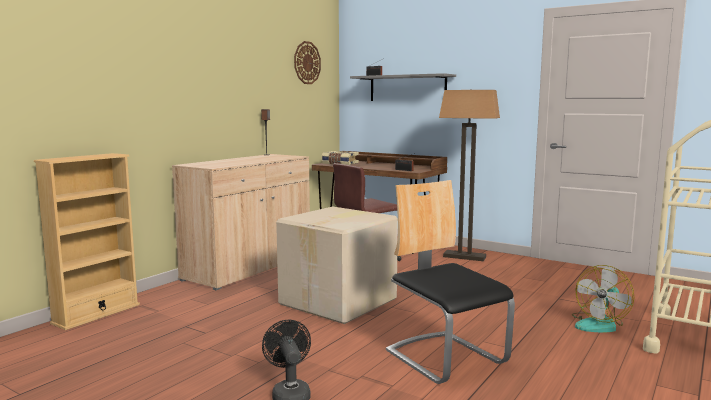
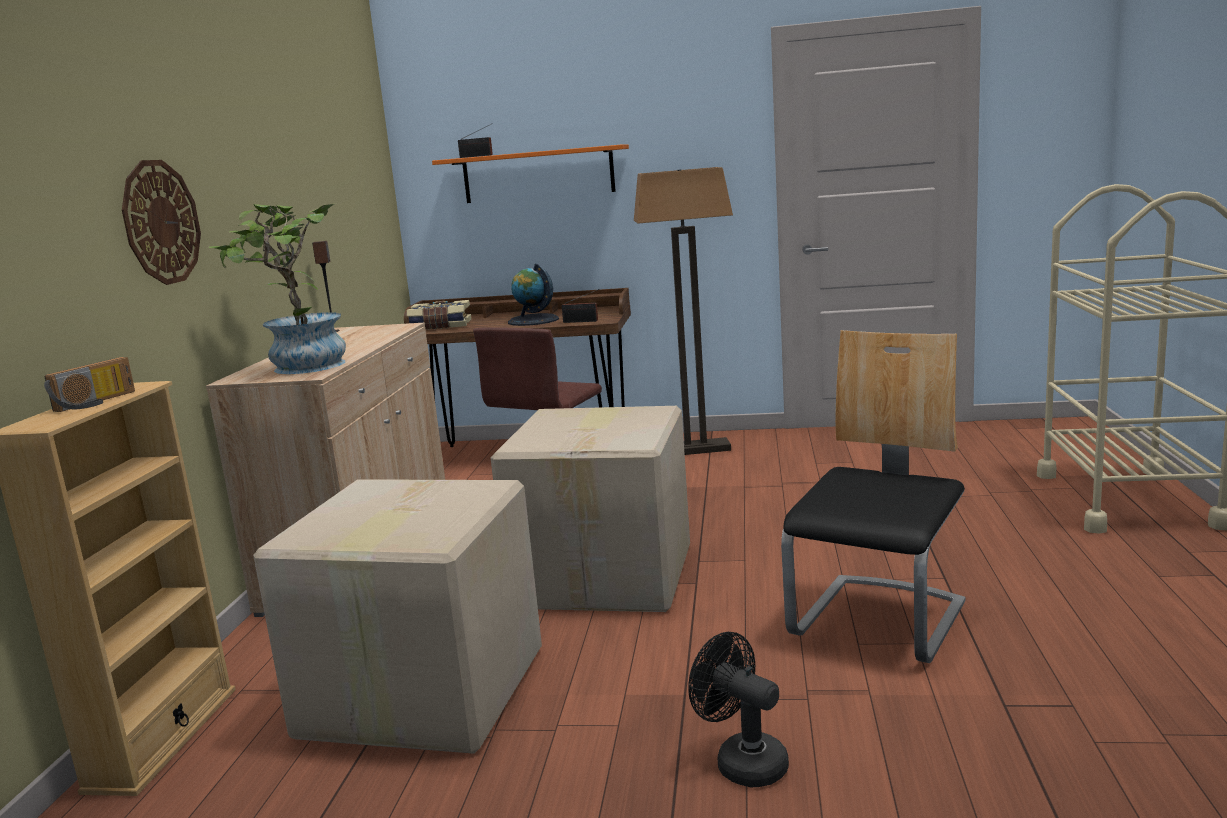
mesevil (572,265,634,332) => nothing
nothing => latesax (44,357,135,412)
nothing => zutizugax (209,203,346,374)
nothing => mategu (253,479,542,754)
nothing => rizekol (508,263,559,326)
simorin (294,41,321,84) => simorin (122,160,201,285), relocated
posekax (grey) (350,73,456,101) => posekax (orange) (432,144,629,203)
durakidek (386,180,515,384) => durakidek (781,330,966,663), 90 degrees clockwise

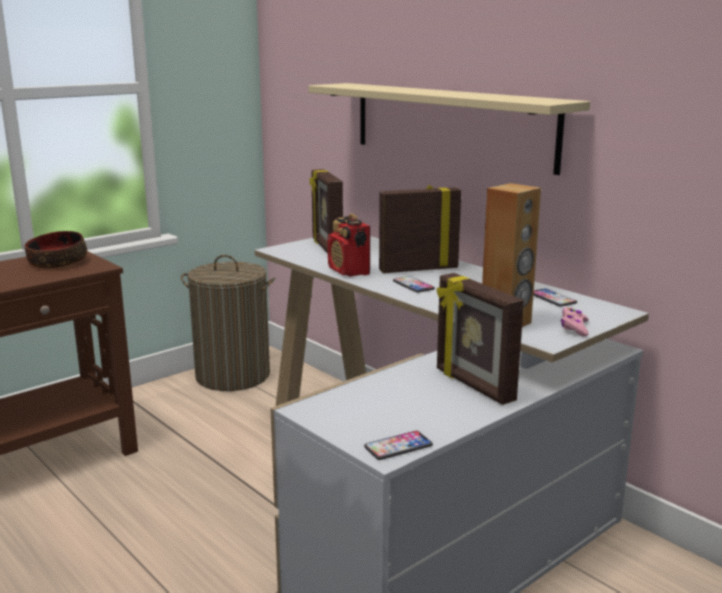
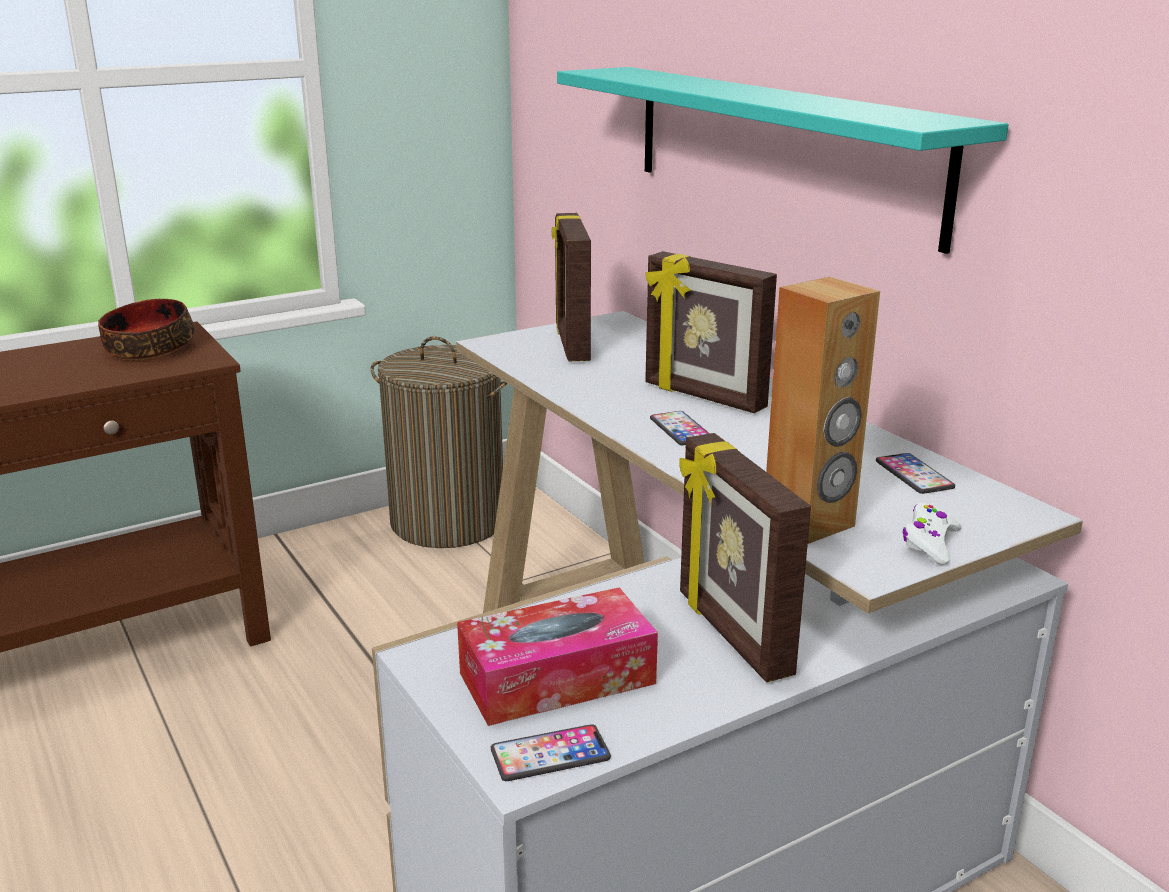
latesax (328,213,370,277) => nothing
nothing => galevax (457,588,658,726)
posekax (beige) (308,83,590,175) => posekax (turquoise) (557,67,1008,254)
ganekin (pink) (561,307,589,337) => ganekin (white) (903,503,962,565)
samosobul (379,185,461,273) => samosobul (645,251,777,413), 135 degrees counterclockwise

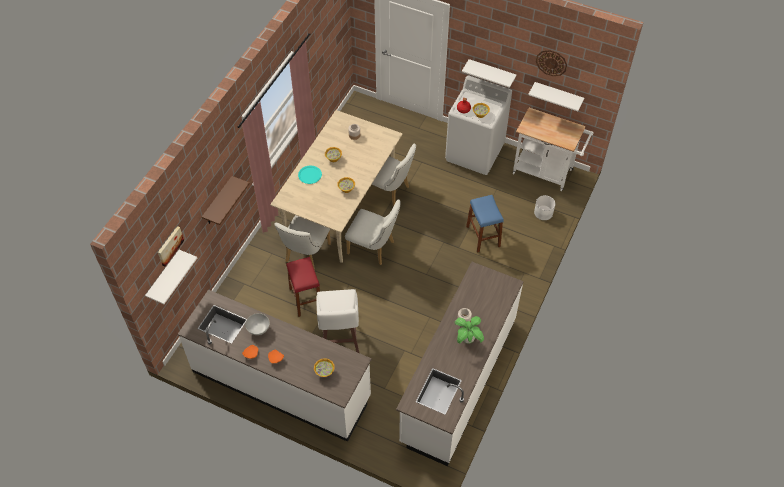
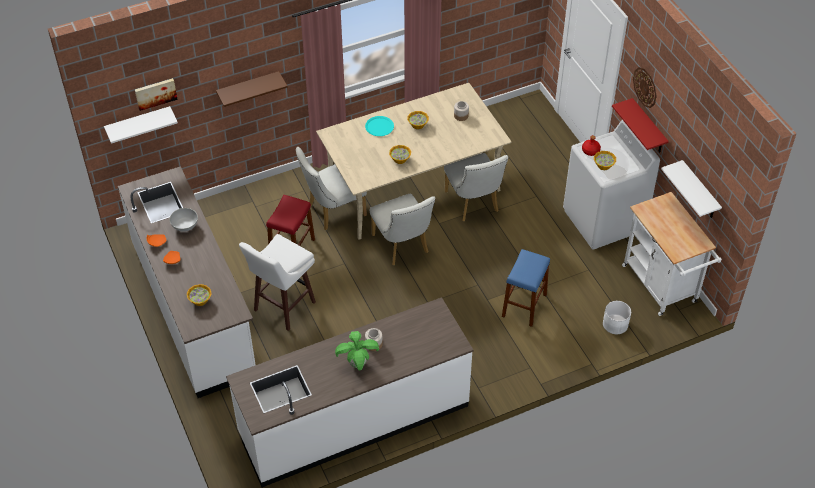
simorin (536,50,567,76) => simorin (633,67,657,108), relocated
posekax (white) (462,59,516,88) => posekax (red) (612,98,669,153)

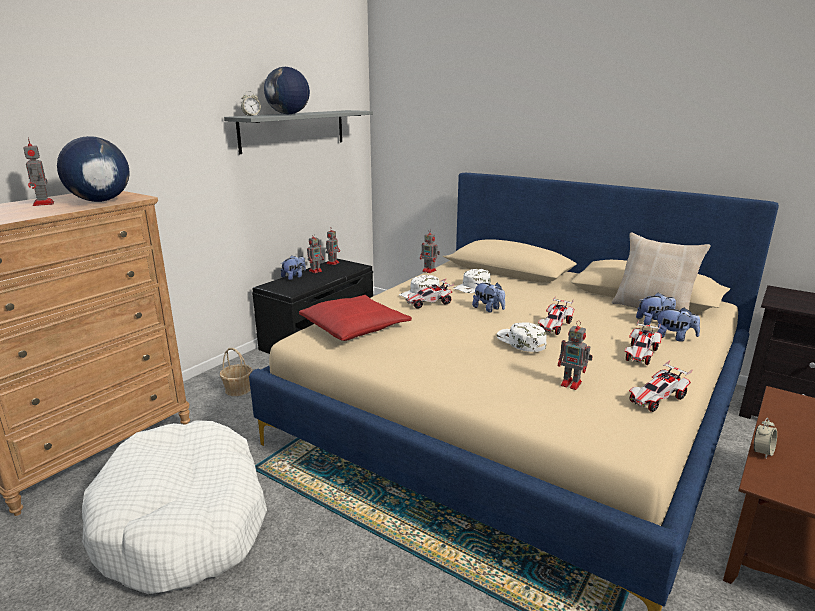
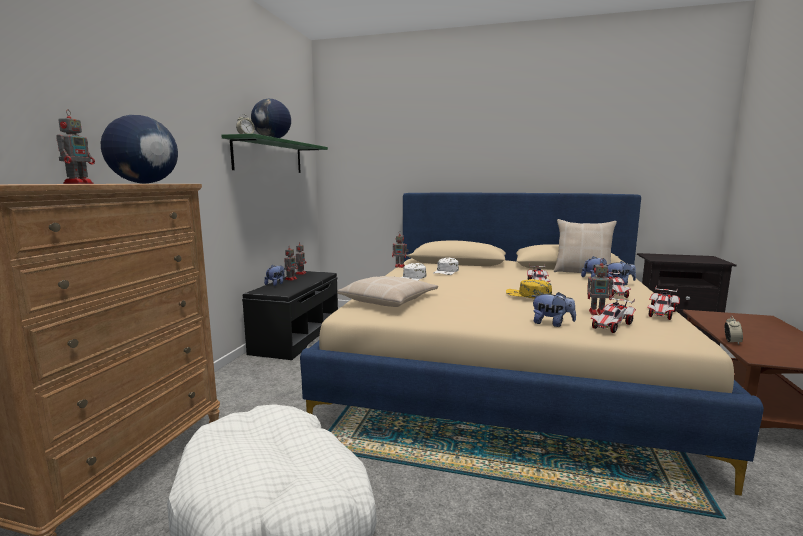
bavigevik (220,348,252,396) => nothing
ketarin (405,278,455,309) => ketarin (591,295,636,333), relocated
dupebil (472,283,505,312) => dupebil (532,292,576,327), relocated
posekax (grey) (224,110,373,154) => posekax (green) (221,134,328,173)
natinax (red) (299,295,412,341) => natinax (beige) (337,276,438,307)
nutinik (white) (497,322,547,352) => nutinik (yellow) (506,279,552,299)
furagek (23,138,54,206) => furagek (56,109,95,184), 120 degrees counterclockwise

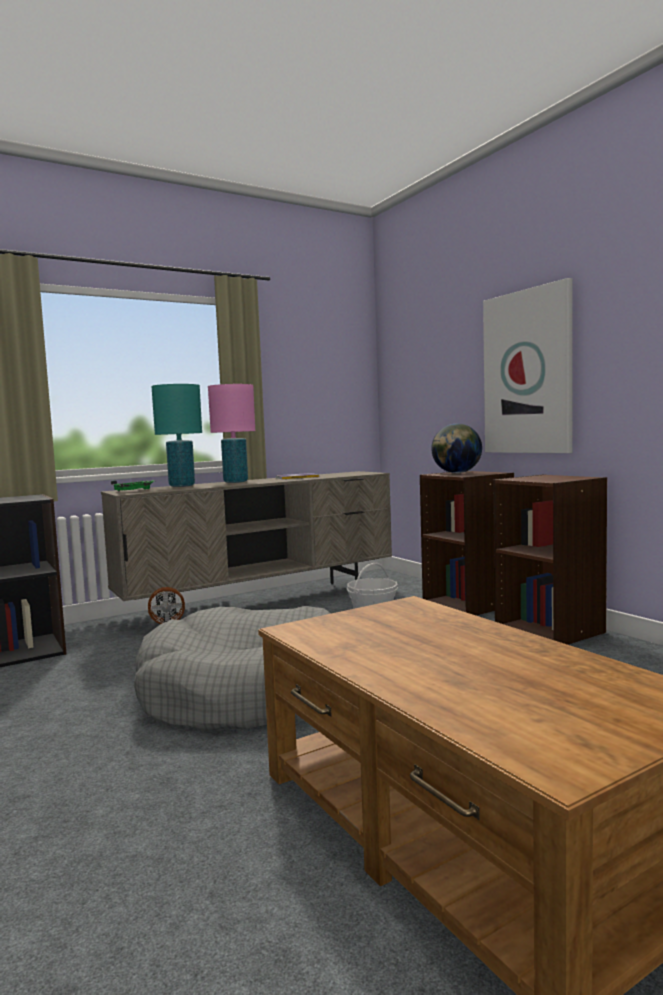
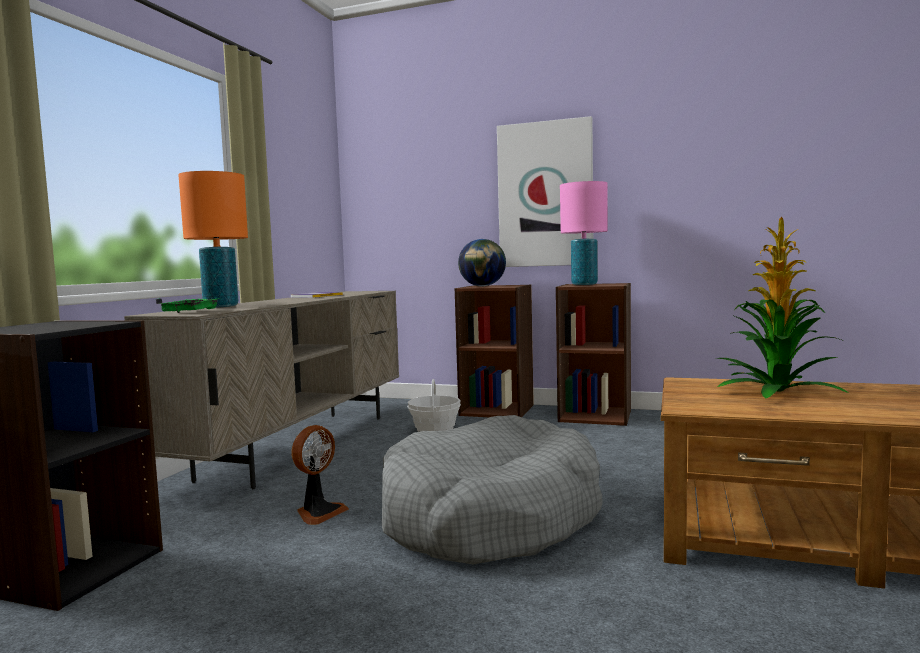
nothing => zutizugax (716,216,848,399)
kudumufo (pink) (208,384,255,483) => kudumufo (pink) (560,181,608,285), relocated
kudumufo (turquoise) (151,384,202,487) => kudumufo (orange) (178,171,248,307)

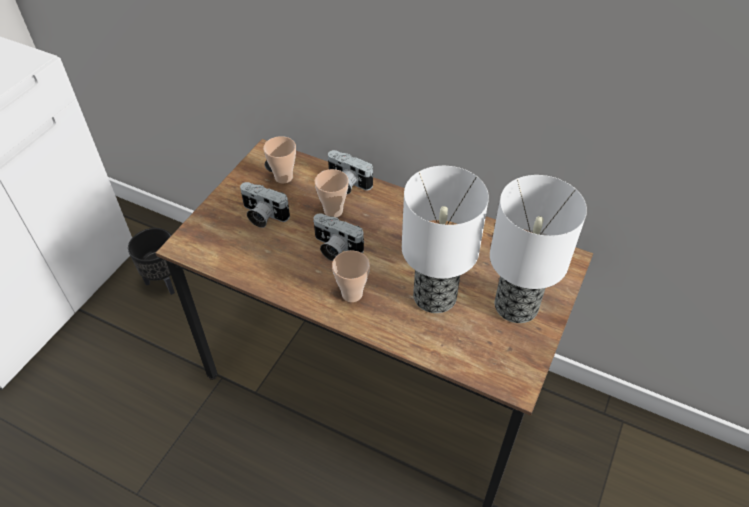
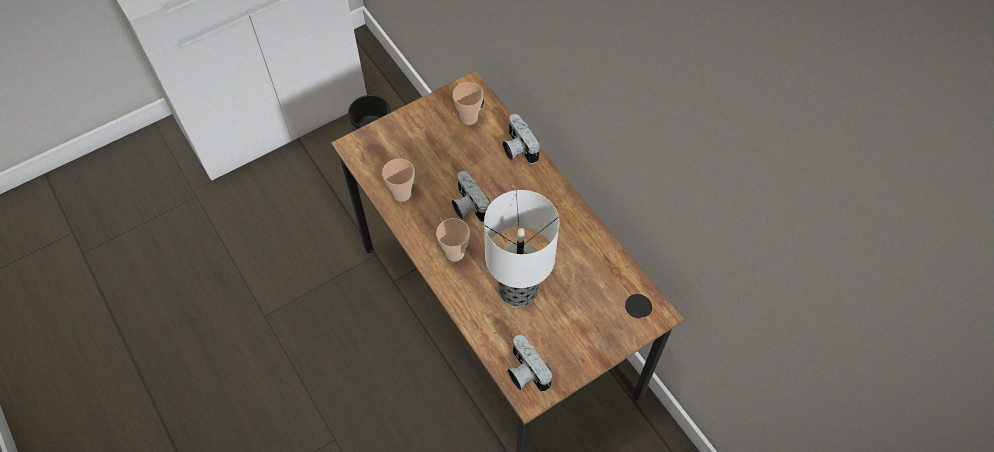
kudumufo (490,175,587,323) => nothing
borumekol (240,182,290,228) => borumekol (508,335,552,392), relocated
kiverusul (315,169,349,217) => kiverusul (382,158,415,202), relocated

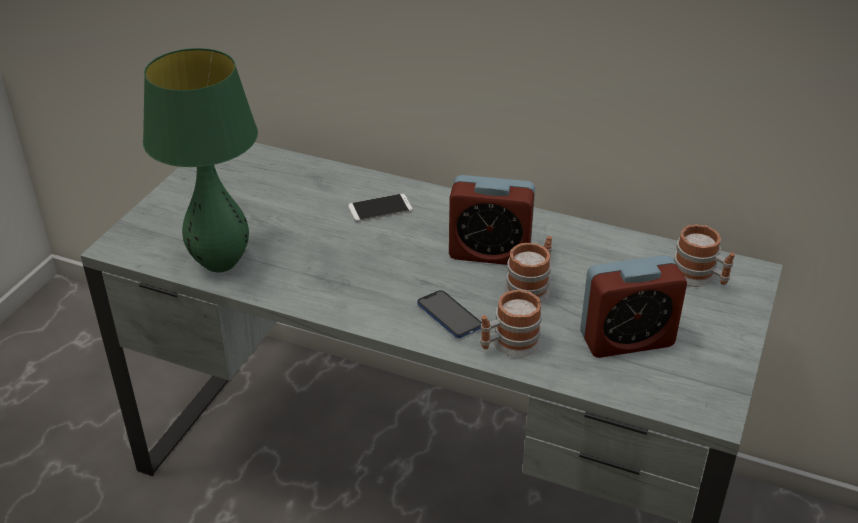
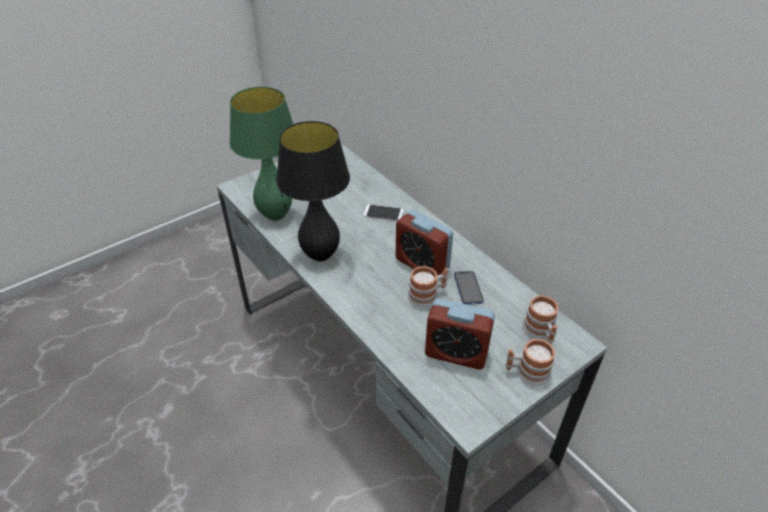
nothing => kudumufo (black) (276,121,350,262)
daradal (417,290,482,338) => daradal (454,271,484,304), relocated
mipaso (480,289,542,358) => mipaso (505,339,555,386), relocated

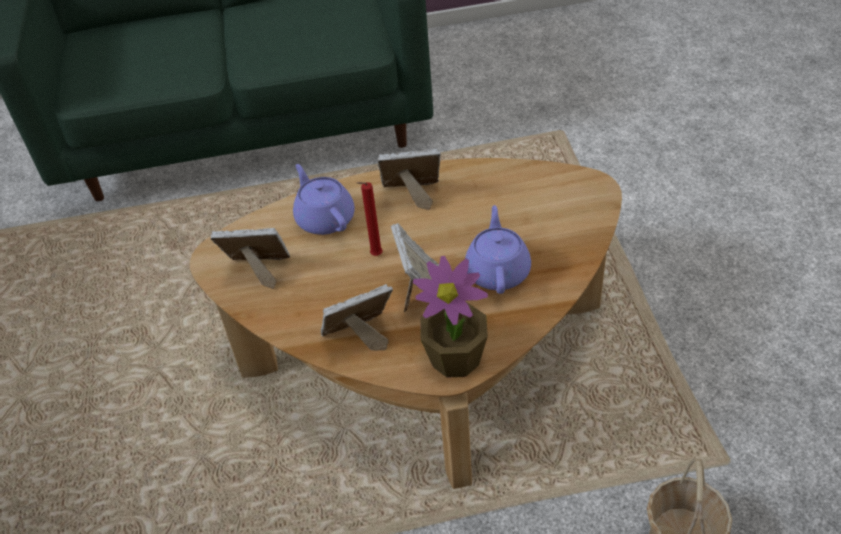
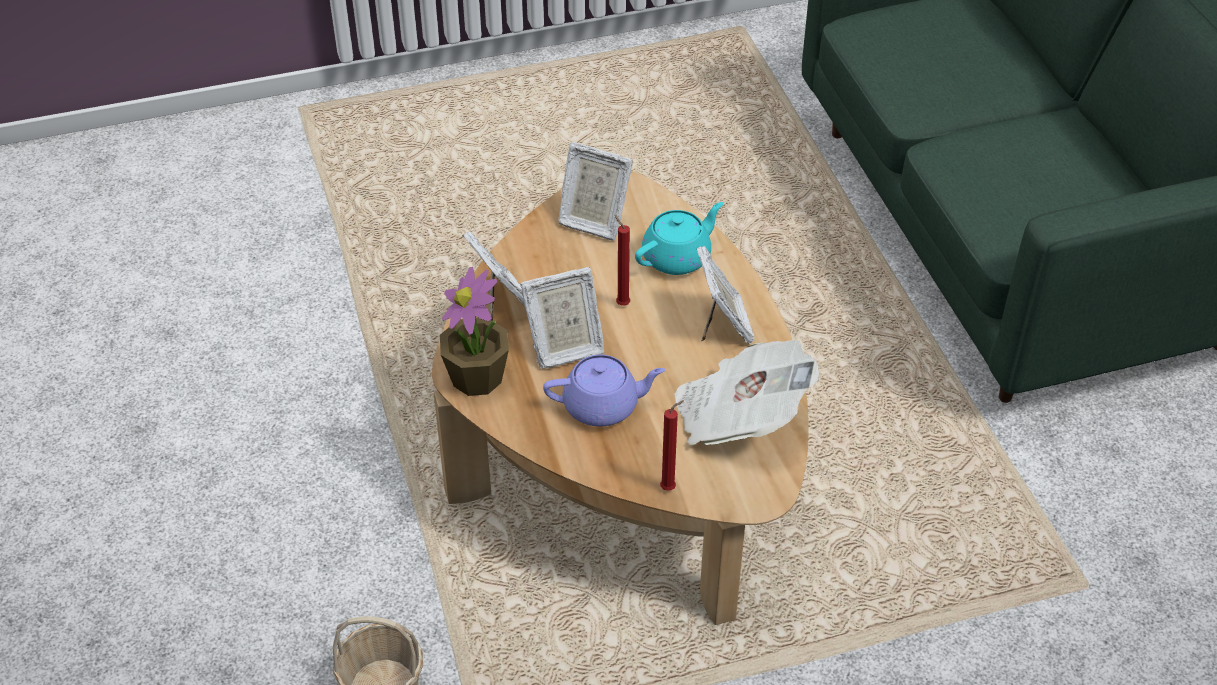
nothing => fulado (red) (660,400,684,491)
nothing => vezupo (674,340,819,445)
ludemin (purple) (293,164,355,235) => ludemin (turquoise) (635,202,723,275)
samosobul (210,228,290,289) => samosobul (558,142,633,240), 120 degrees clockwise

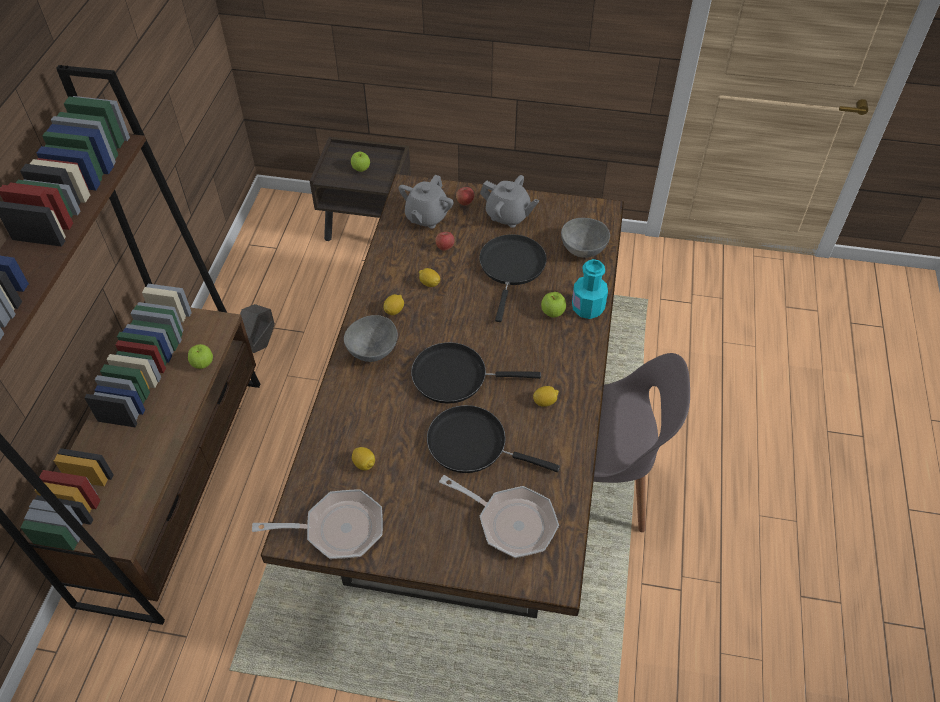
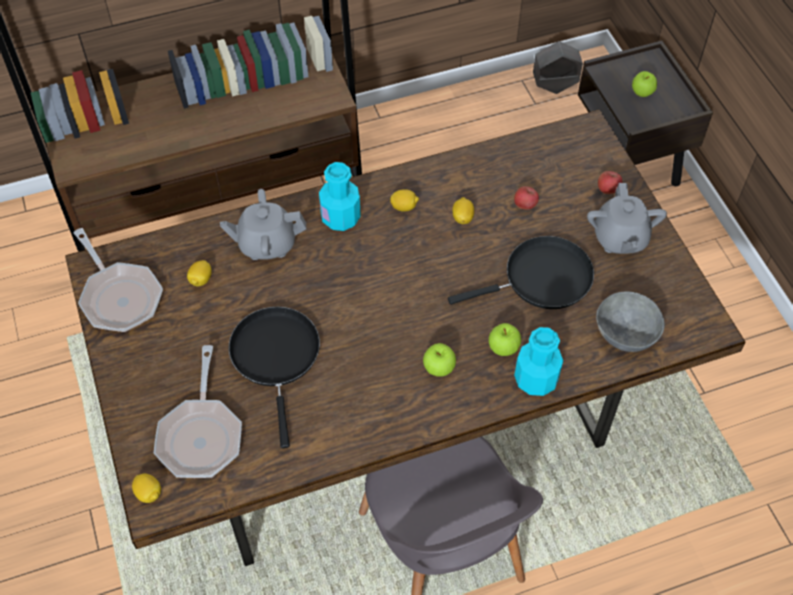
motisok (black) (411,342,541,404) => nothing
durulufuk (188,344,213,369) => durulufuk (423,343,456,377), relocated
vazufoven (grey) (240,304,275,353) => vazufoven (grey) (533,41,583,94), relocated
ludemin (grey) (399,175,454,228) => ludemin (grey) (220,189,306,260), relocated
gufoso (533,386,559,407) => gufoso (132,474,161,503), relocated
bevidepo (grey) (344,315,398,362) => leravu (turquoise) (319,162,361,231)

